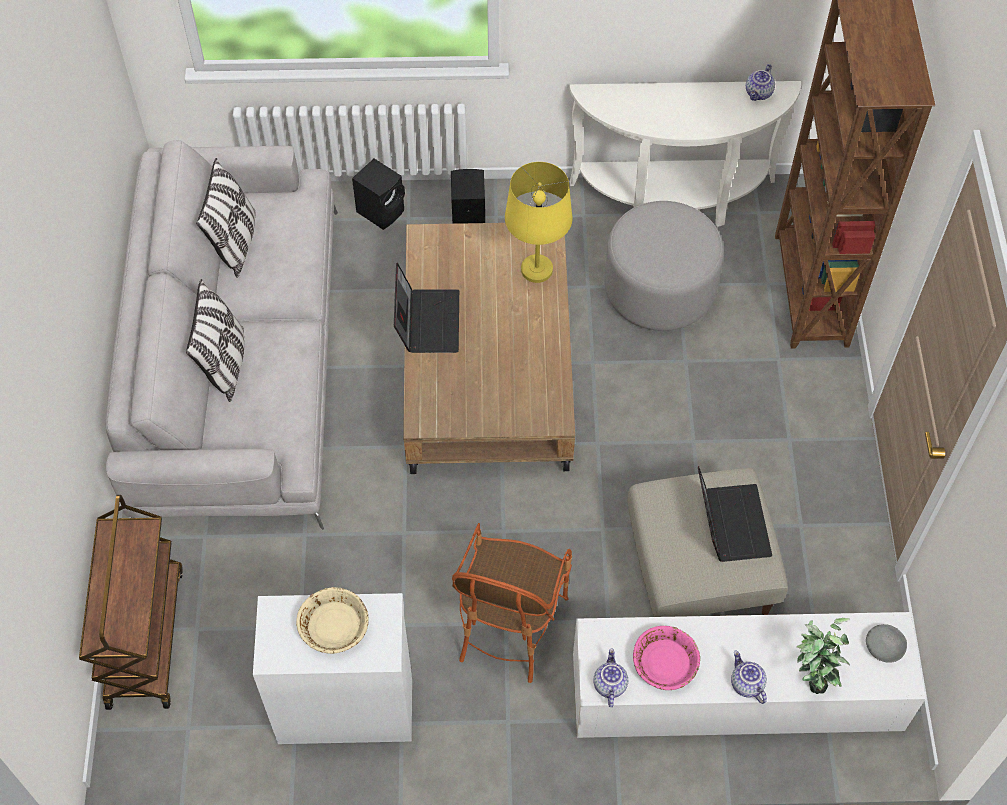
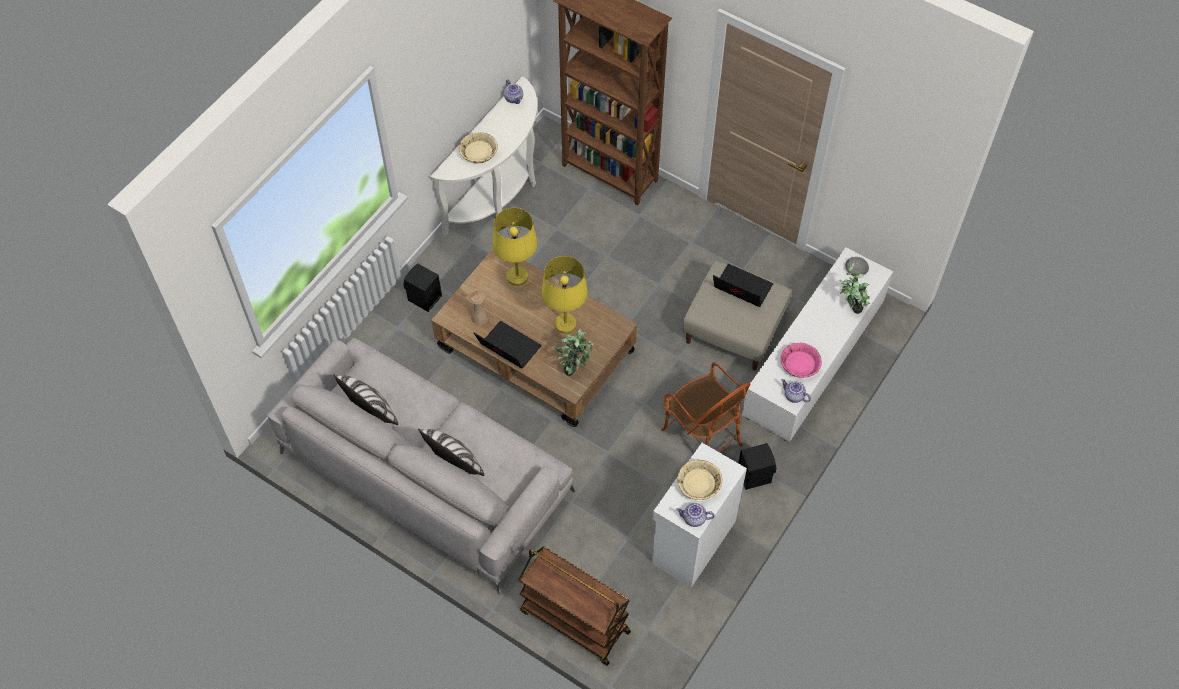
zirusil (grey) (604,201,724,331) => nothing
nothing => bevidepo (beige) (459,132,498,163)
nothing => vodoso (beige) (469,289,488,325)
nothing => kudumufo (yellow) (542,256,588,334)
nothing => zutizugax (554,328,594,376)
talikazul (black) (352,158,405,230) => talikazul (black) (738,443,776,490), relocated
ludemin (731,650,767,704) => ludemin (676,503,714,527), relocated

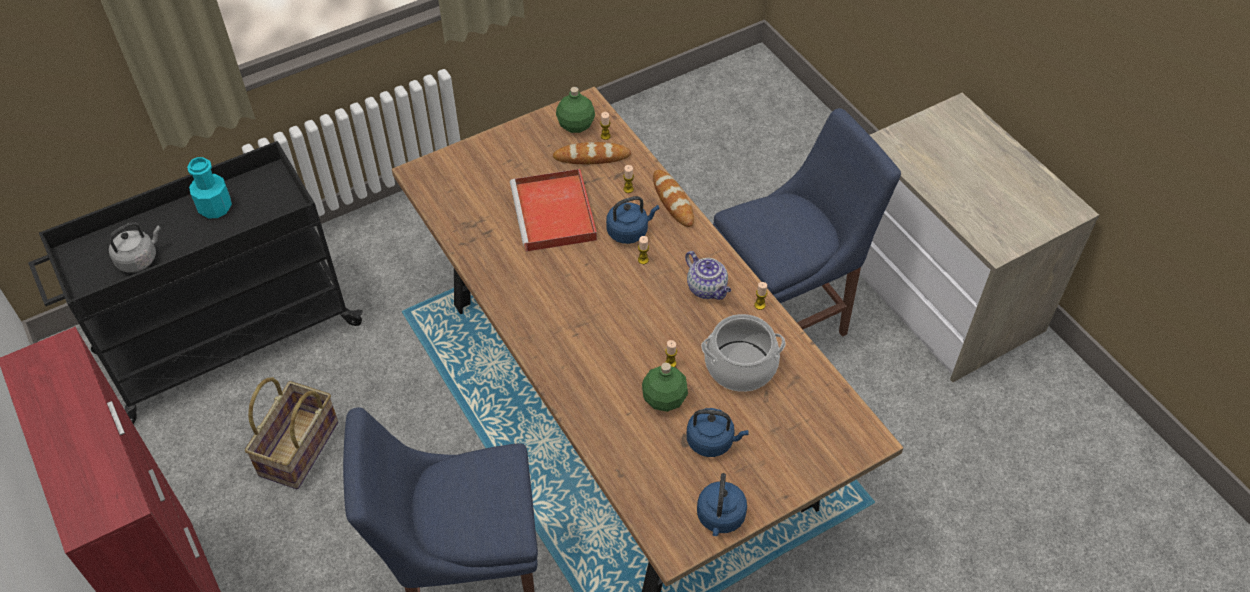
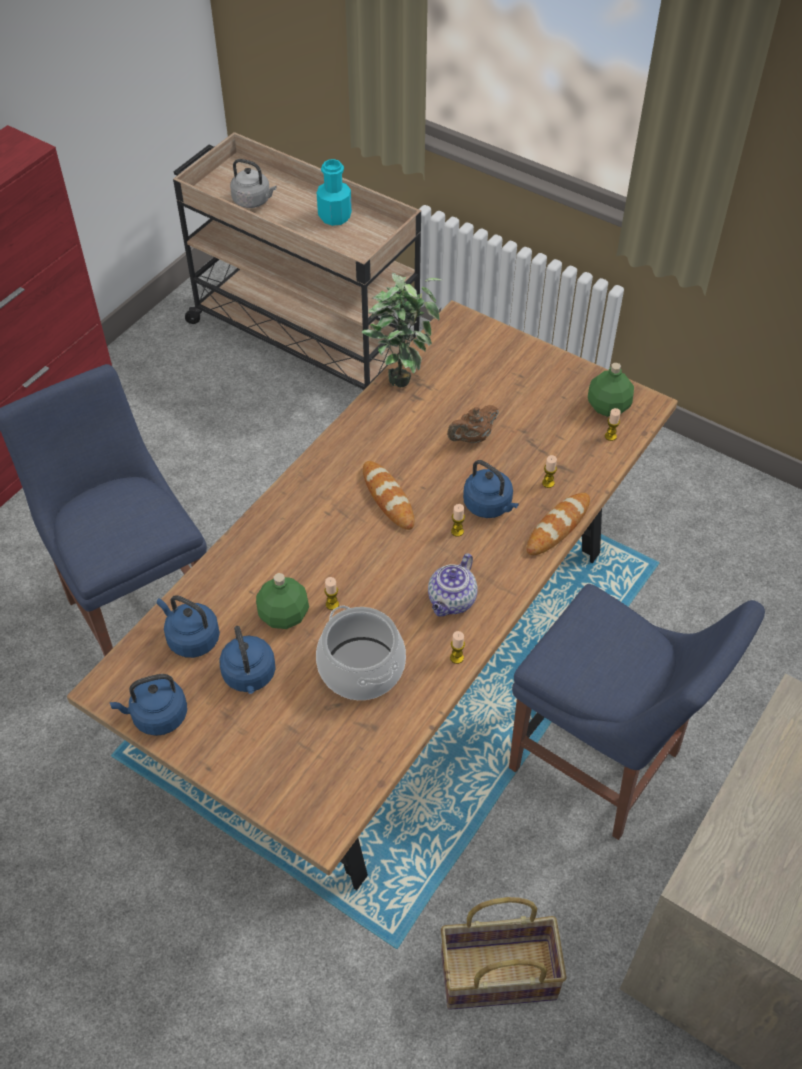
nothing => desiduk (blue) (157,595,220,658)
nothing => zutizugax (362,273,442,387)
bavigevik (245,377,338,489) => bavigevik (441,897,567,1010), relocated
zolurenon (553,142,631,164) => zolurenon (363,461,414,530), relocated
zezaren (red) (510,169,597,252) => ludemin (brown) (447,405,499,443)
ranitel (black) (28,141,363,424) => ranitel (beige) (173,132,421,391)

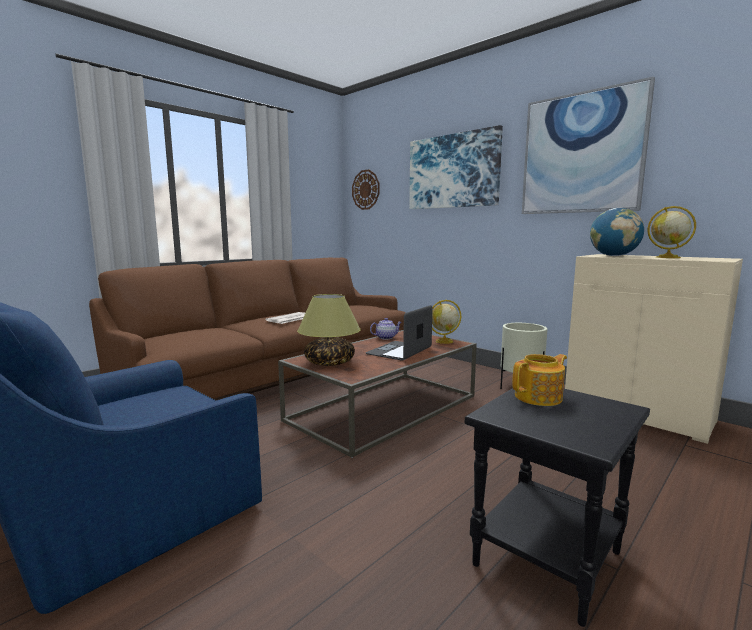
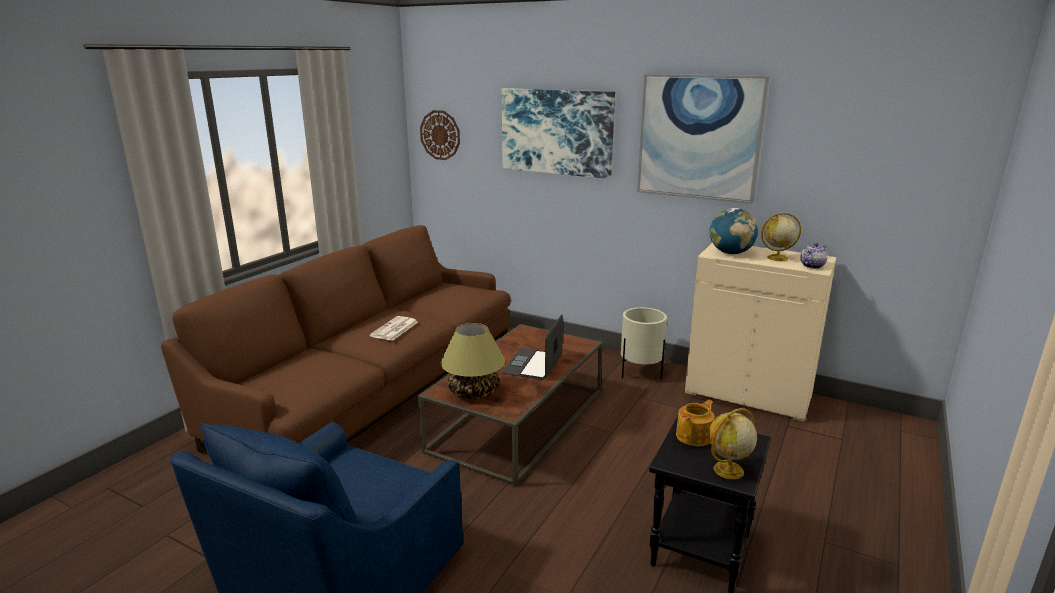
ludemin (370,318,402,339) => ludemin (800,243,828,269), relocated
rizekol (432,300,461,344) => rizekol (708,408,757,479), relocated

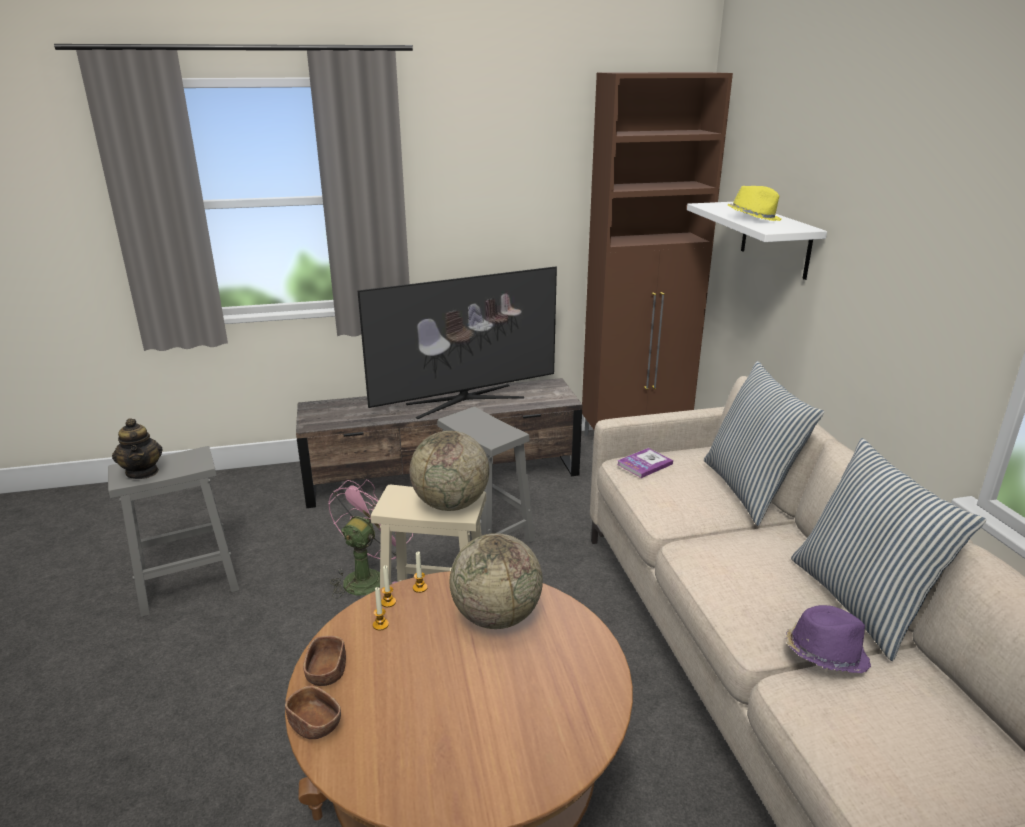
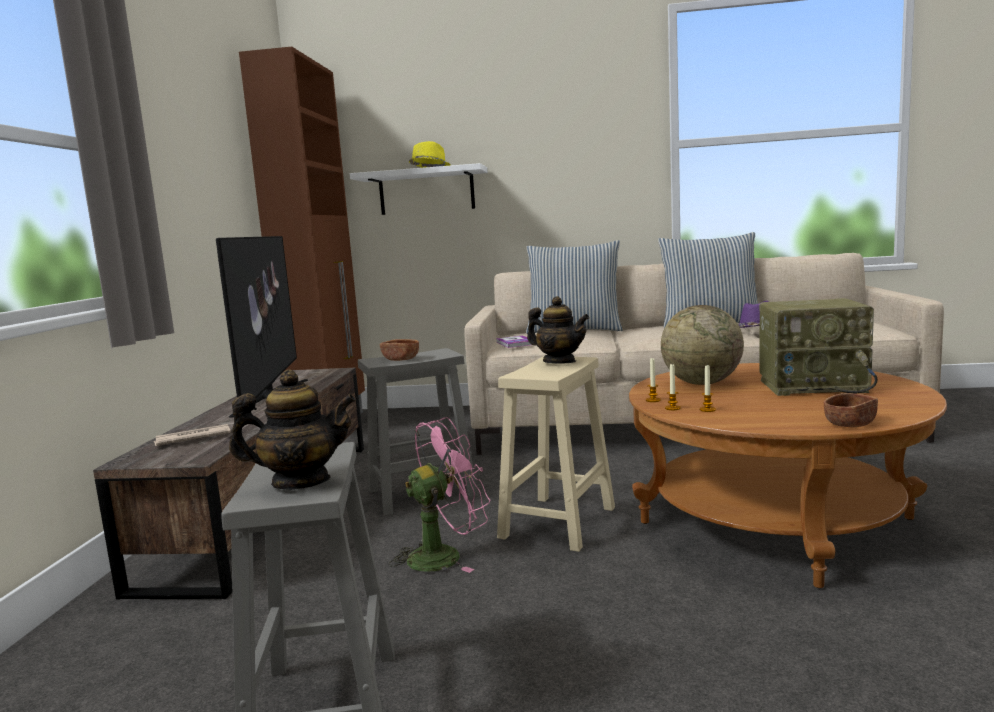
nothing => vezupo (154,424,231,446)
nothing => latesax (759,298,878,396)
bevidepo (brown) (303,636,346,686) => bevidepo (brown) (380,339,419,361), relocated
rizekol (410,431,489,511) => ludemin (527,296,589,364)
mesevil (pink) (328,480,413,599) => mesevil (pink) (388,417,491,573), 105 degrees clockwise

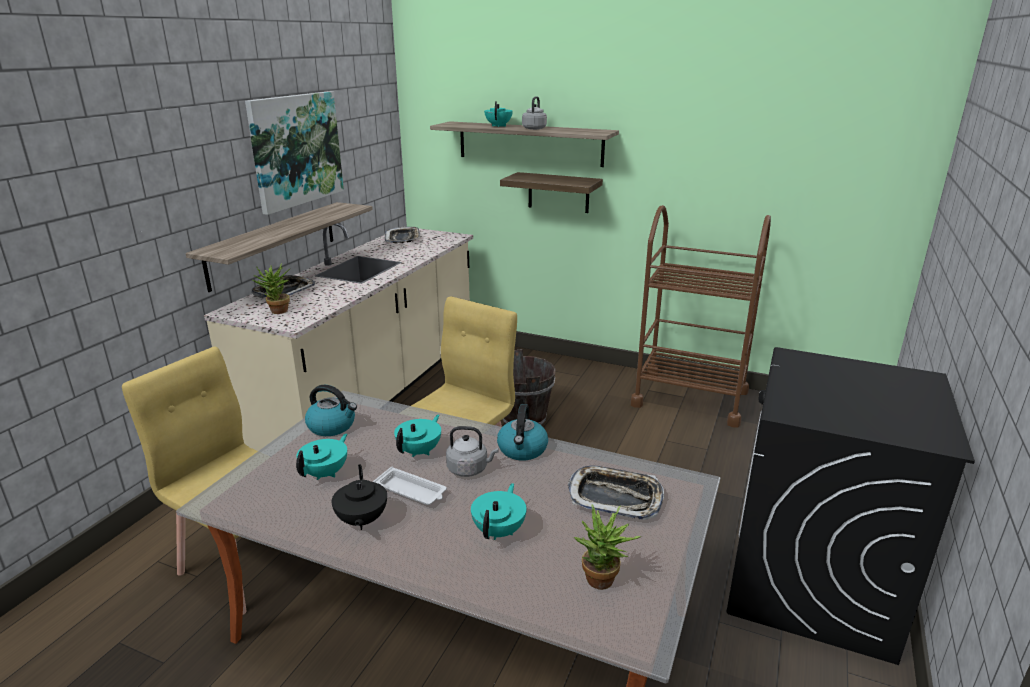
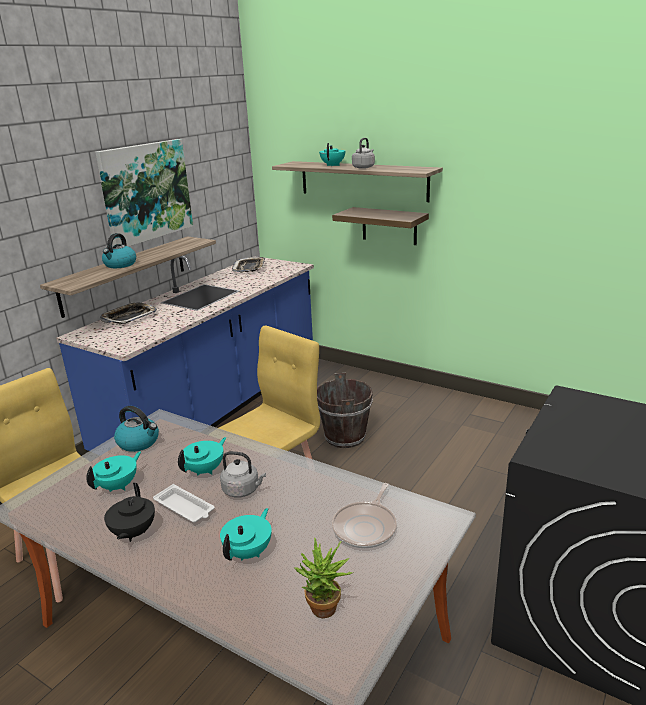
zutizugax (252,264,290,314) => nothing
ranitel (brown) (630,205,771,428) => nothing
desiduk (497,404,548,461) => desiduk (102,233,136,268), relocated
zezaren (568,466,664,520) => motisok (332,483,397,548)
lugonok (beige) (204,223,473,451) => lugonok (blue) (56,256,314,453)

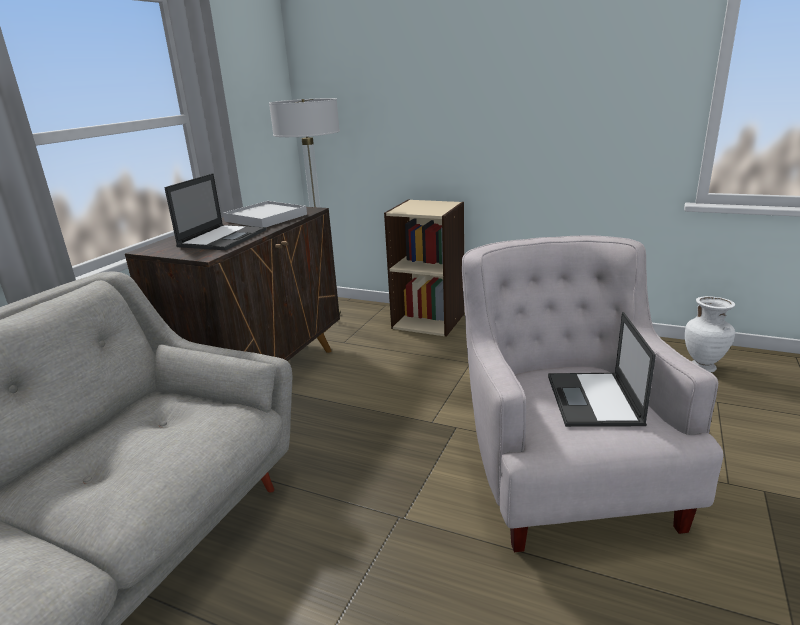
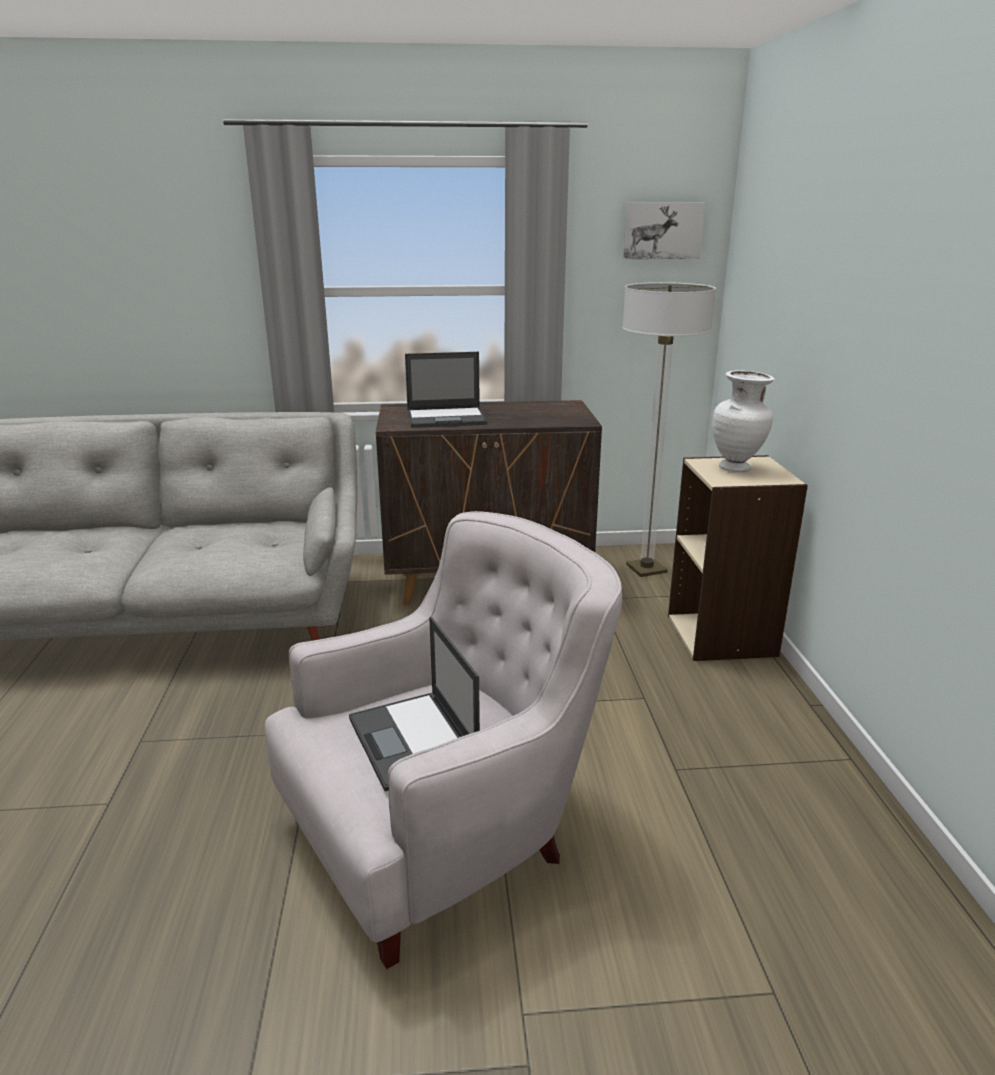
zezaren (white) (223,201,307,227) => nothing
nothing => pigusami (623,202,705,259)
vodoso (white) (685,296,735,372) => vodoso (white) (712,370,775,472), relocated
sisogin (548,312,656,427) => sisogin (349,617,480,791), 90 degrees counterclockwise

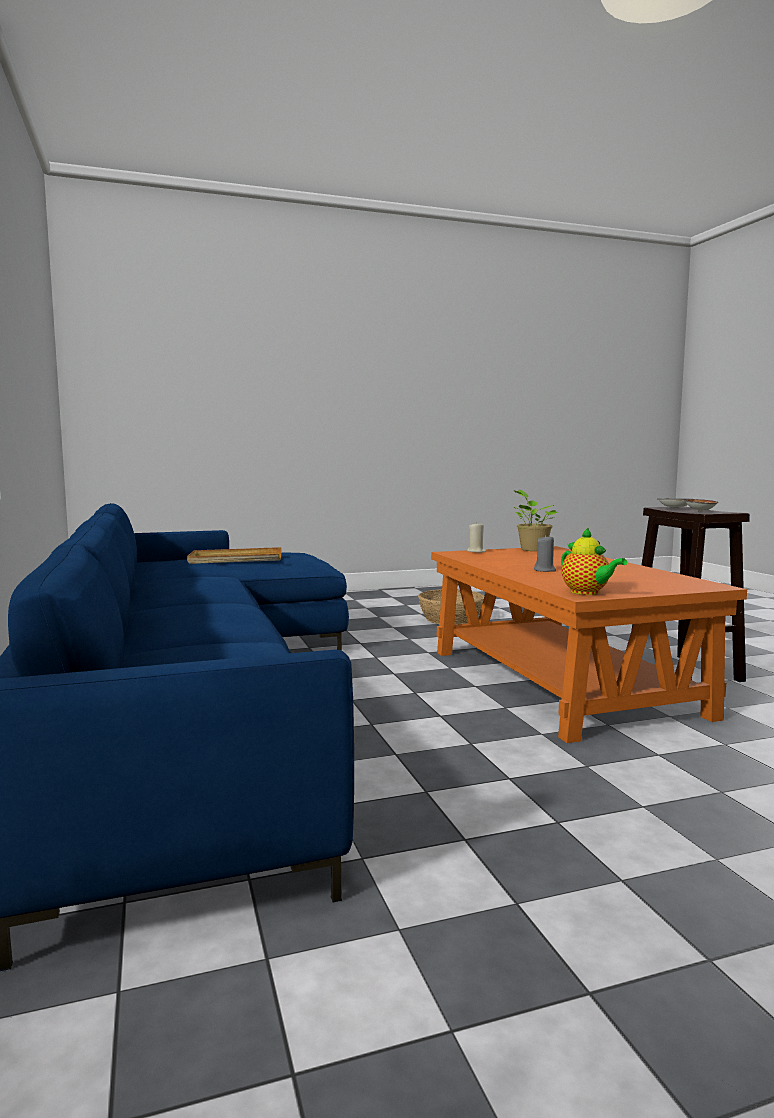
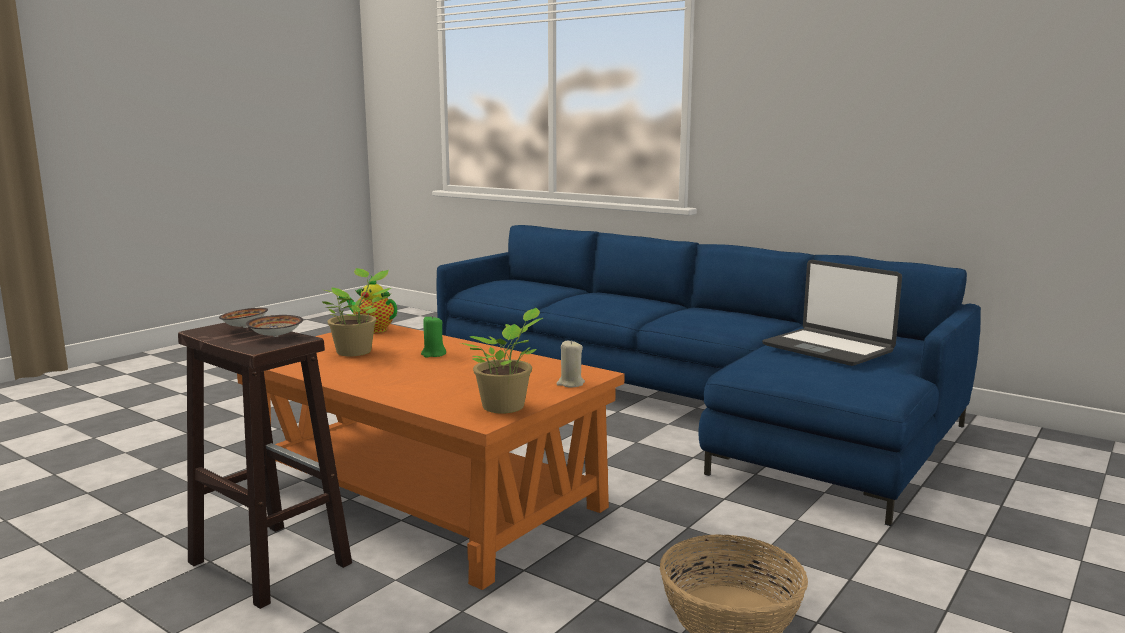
nothing => zutizugax (321,268,391,356)
zezaren (beige) (187,547,281,564) => sisogin (762,260,902,366)
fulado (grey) (534,535,556,572) => fulado (green) (421,315,446,358)

